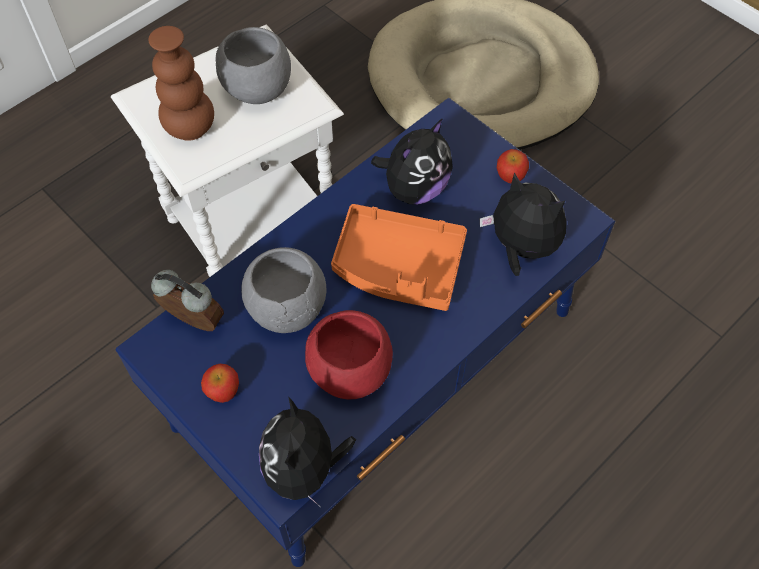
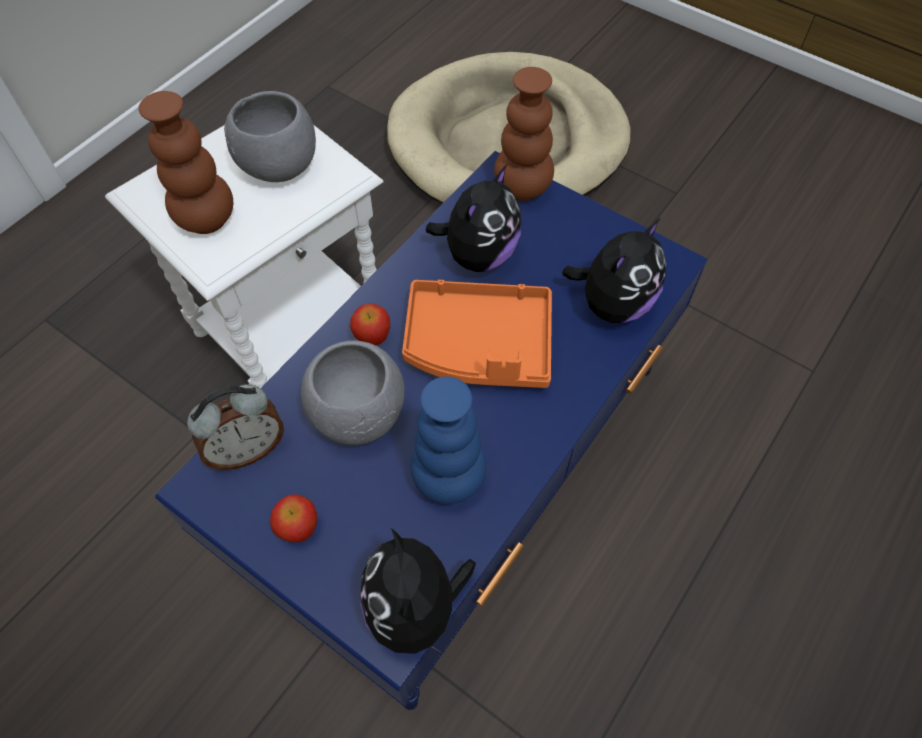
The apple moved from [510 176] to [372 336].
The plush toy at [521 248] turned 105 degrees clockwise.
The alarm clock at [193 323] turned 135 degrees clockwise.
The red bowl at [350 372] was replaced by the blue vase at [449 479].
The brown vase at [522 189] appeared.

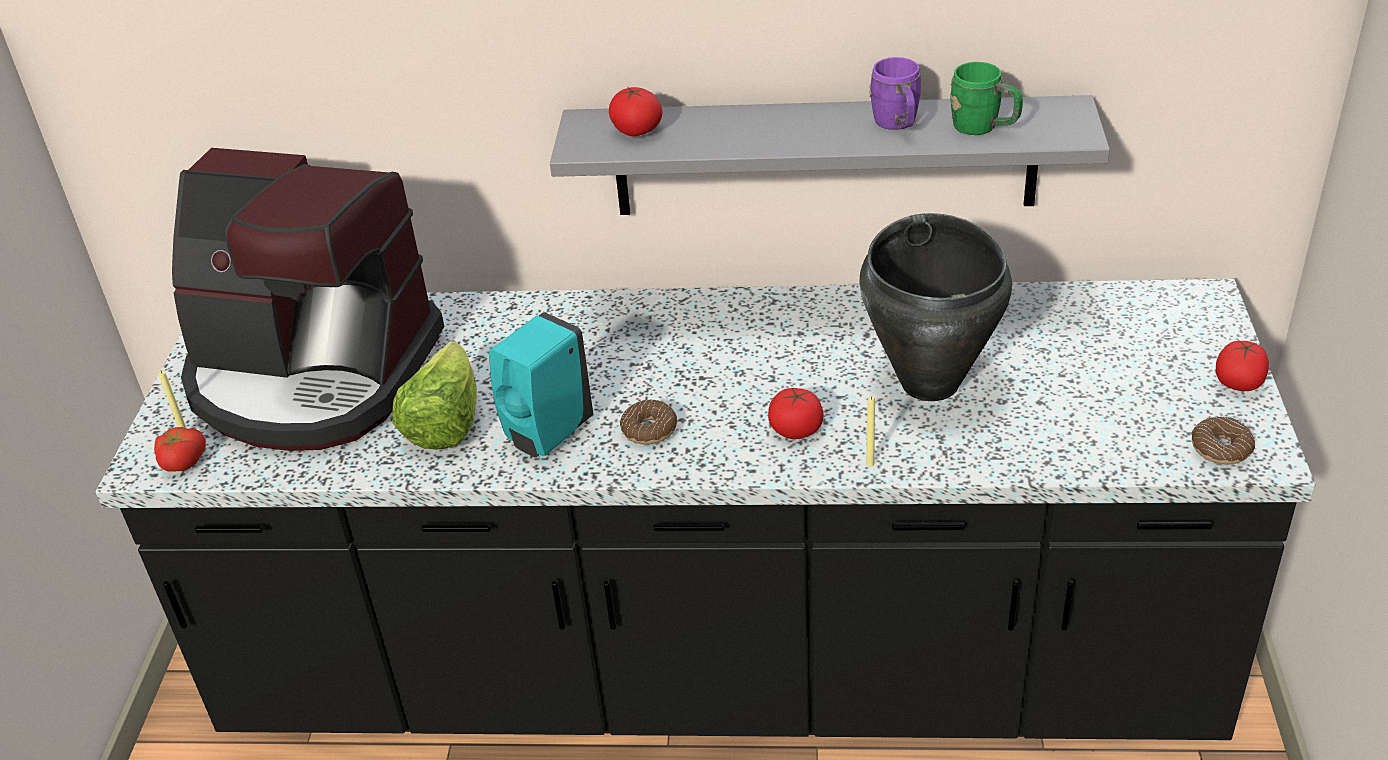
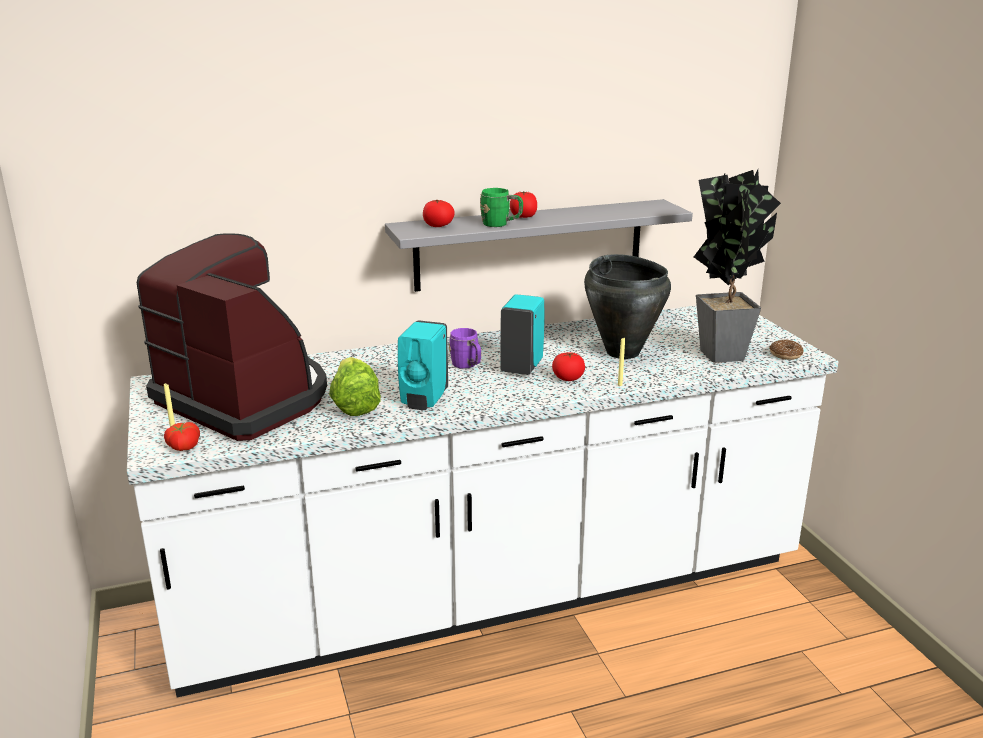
The purple mug moved from [898 125] to [467 366].
The green mug moved from [983 128] to [501 224].
The coffee machine at [313 376] turned 135 degrees counterclockwise.
The black counter at [717 672] became the white counter at [491 592].
The tomato moved from [1238 383] to [523 217].
The donut at [649 429] disappeared.
The potted plant at [723 351] appeared.
The turquoise soap dispenser at [522 367] appeared.

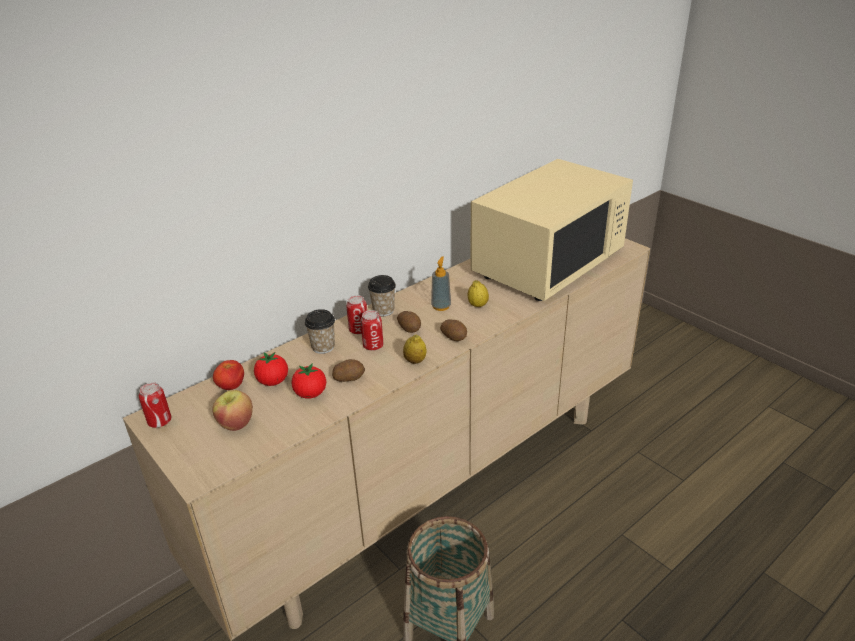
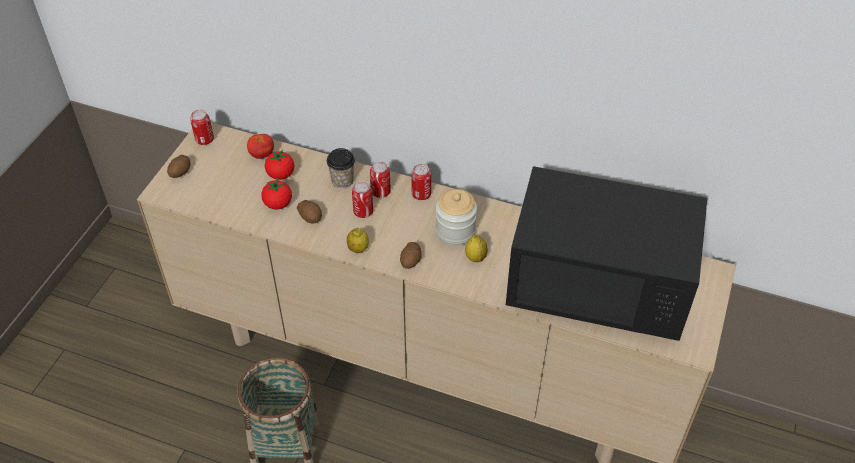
The beige microwave at [547 264] became the black microwave at [598 285].
The soap dispenser at [441 306] was replaced by the jar at [455 231].
The cup at [383 310] was replaced by the can at [421 194].
The potato moved from [410 328] to [181 172].
The apple at [236 424] disappeared.

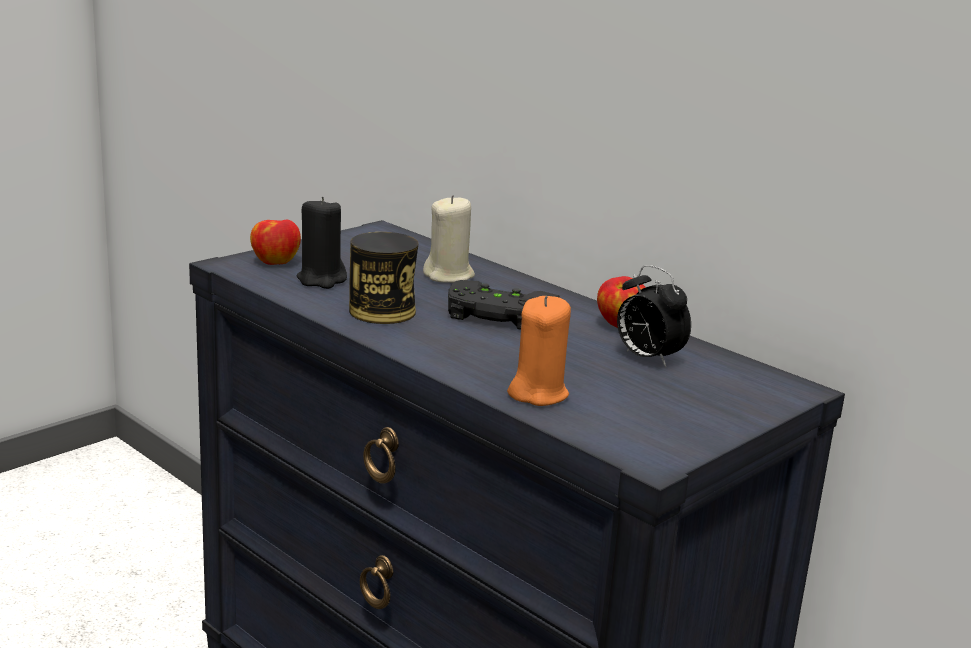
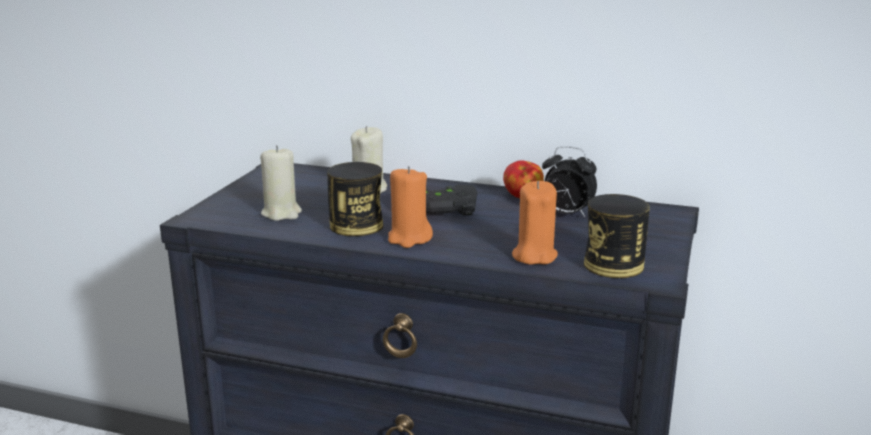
The black candle at [321 279] became the beige candle at [281 213].
The apple at [275 262] disappeared.
The orange candle at [409 238] appeared.
The can at [613 265] appeared.

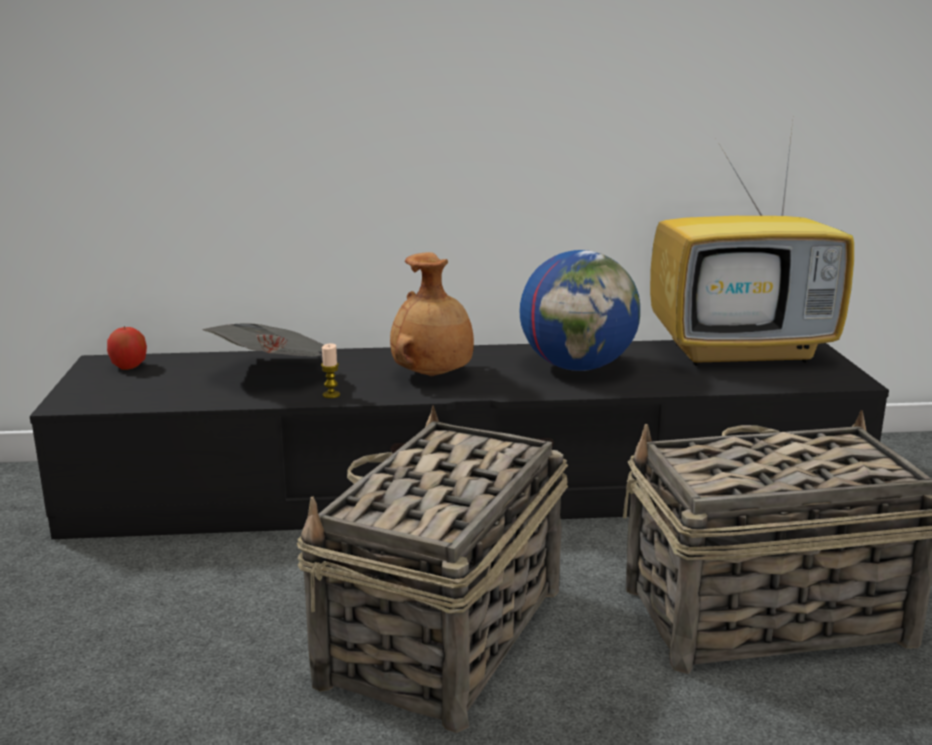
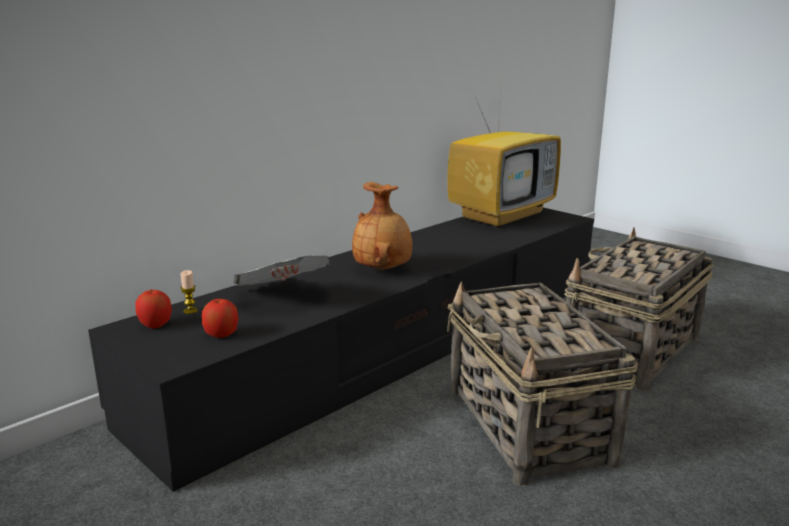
The globe at [578 367] disappeared.
The candle moved from [331 395] to [190 311].
The apple at [221 335] appeared.

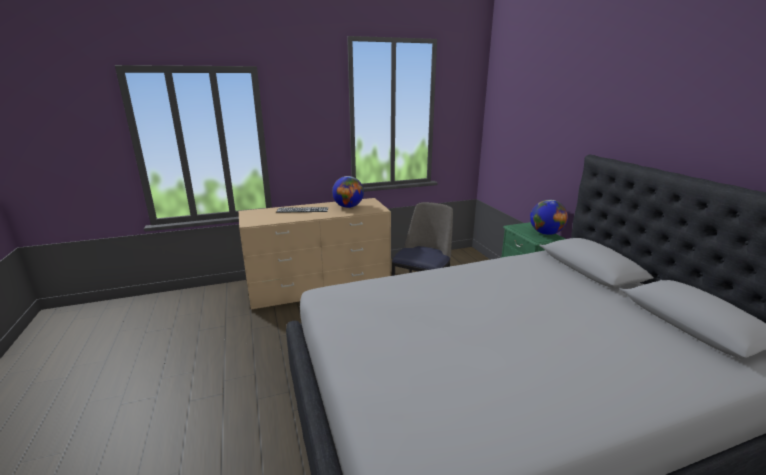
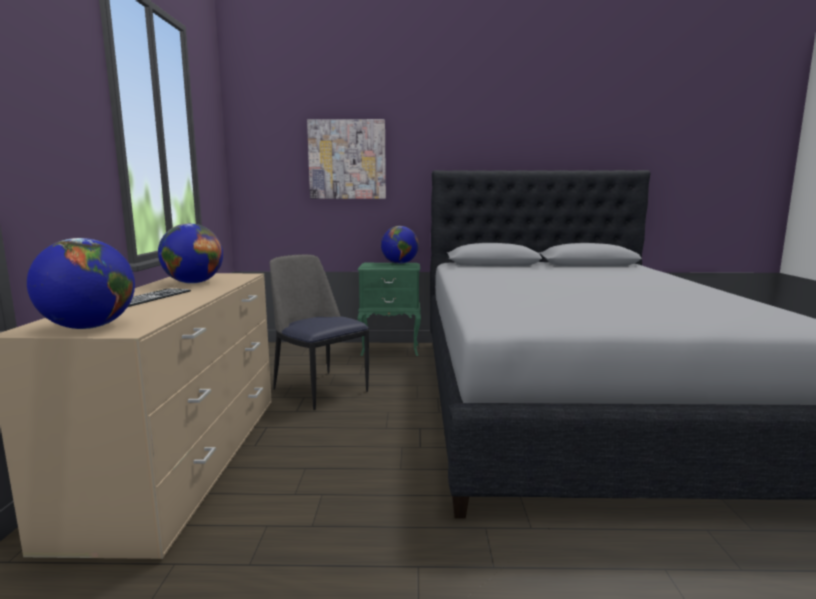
The picture at [347 159] appeared.
The globe at [89 327] appeared.

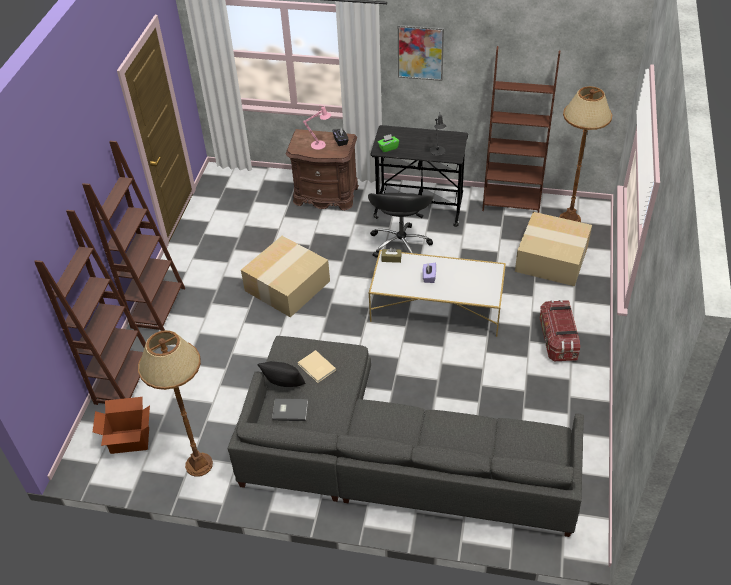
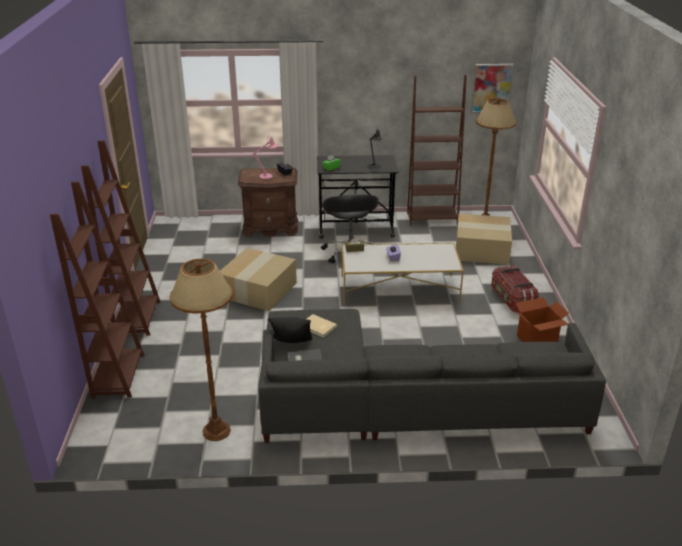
The picture moved from [420 52] to [492 88].
The cardboard box moved from [130 441] to [537 339].

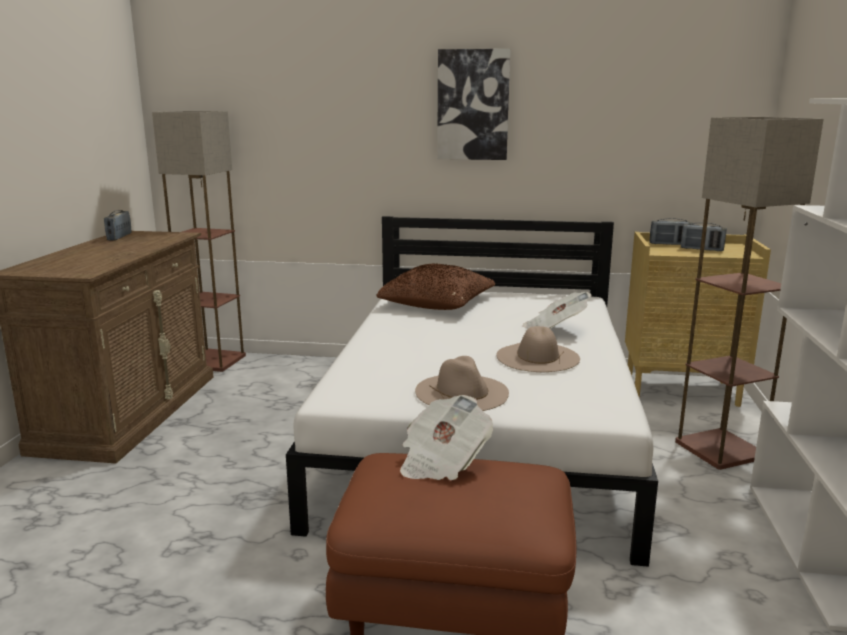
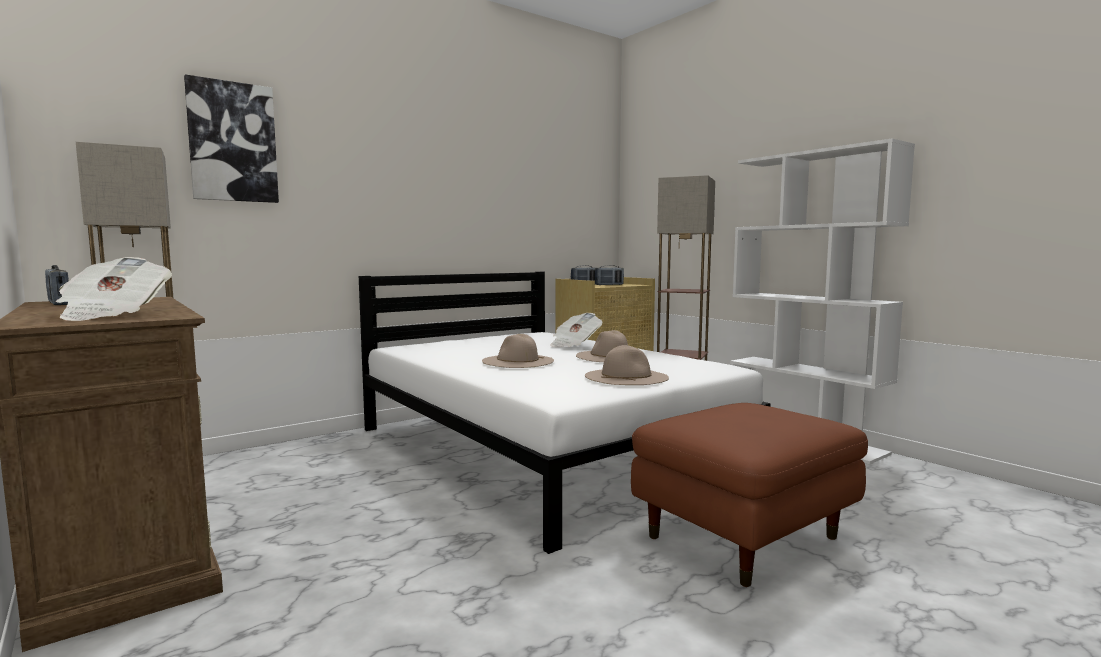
The picture moved from [473 105] to [232 142].
The brown pillow at [437 303] disappeared.
The newspaper moved from [442 461] to [113 315].
The beige hat at [517 361] appeared.

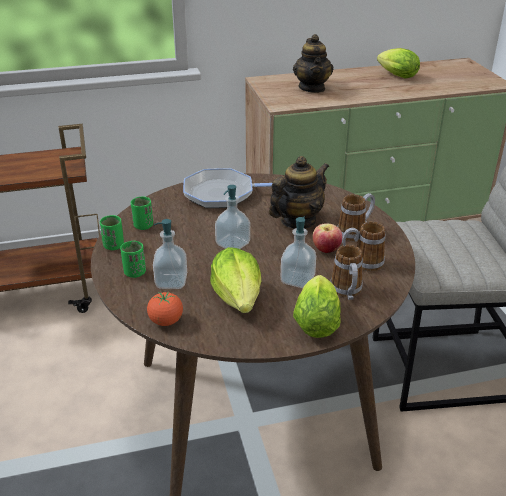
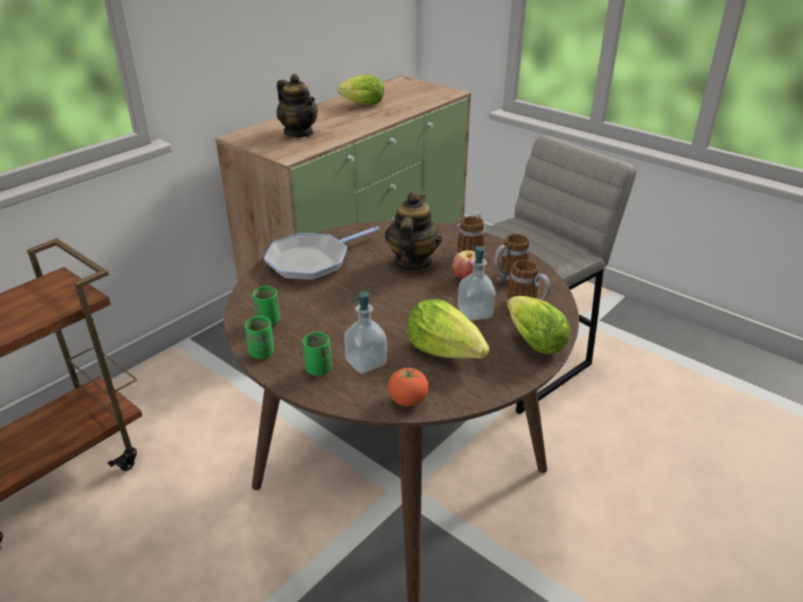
The soap dispenser at [233 244] disappeared.

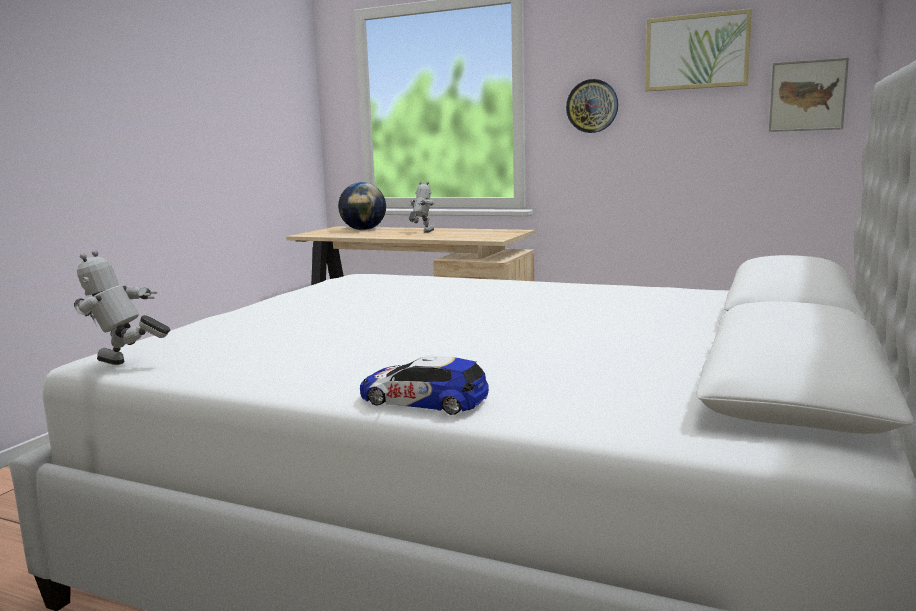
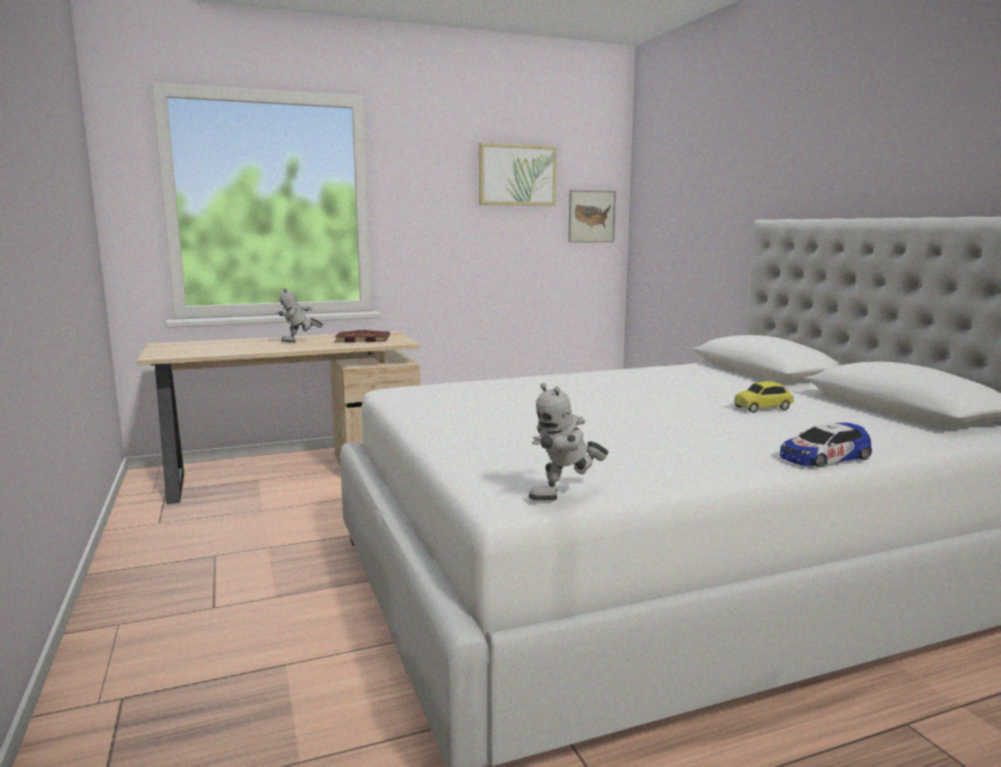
The wall clock at [592 106] disappeared.
The globe at [363 230] disappeared.
The toy robot at [421 233] turned 90 degrees counterclockwise.
The book at [361 339] appeared.
The toy car at [763 408] appeared.

